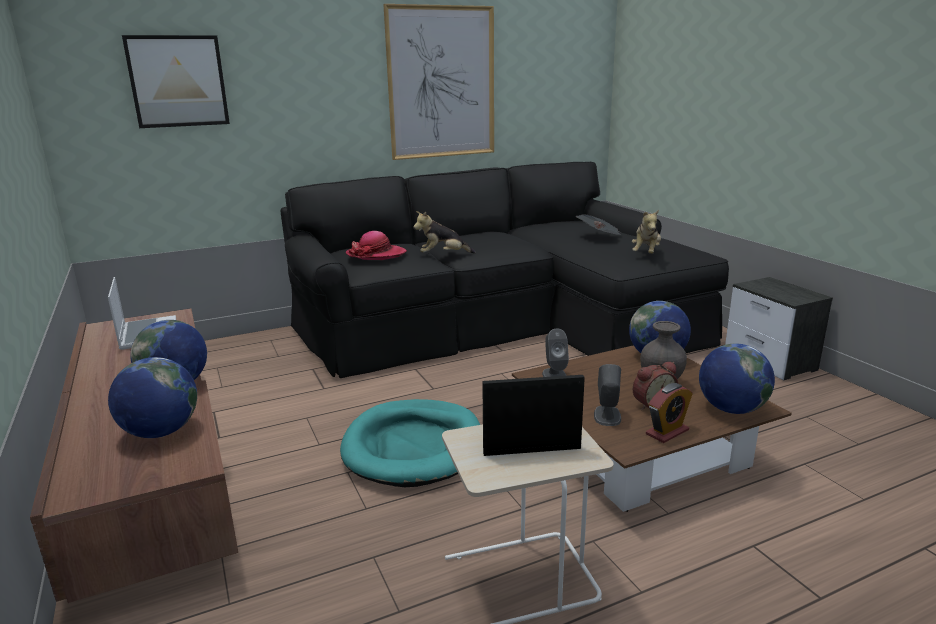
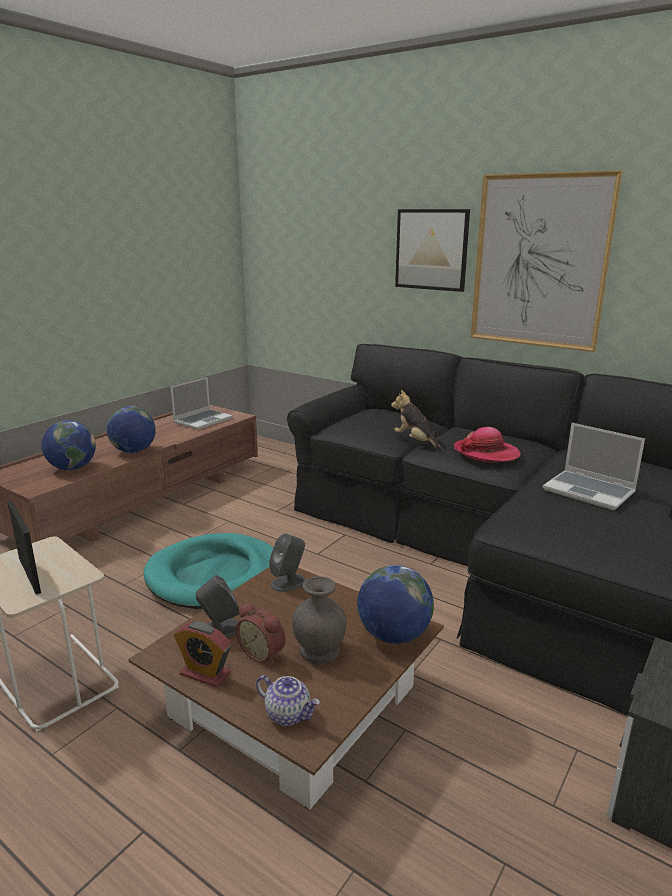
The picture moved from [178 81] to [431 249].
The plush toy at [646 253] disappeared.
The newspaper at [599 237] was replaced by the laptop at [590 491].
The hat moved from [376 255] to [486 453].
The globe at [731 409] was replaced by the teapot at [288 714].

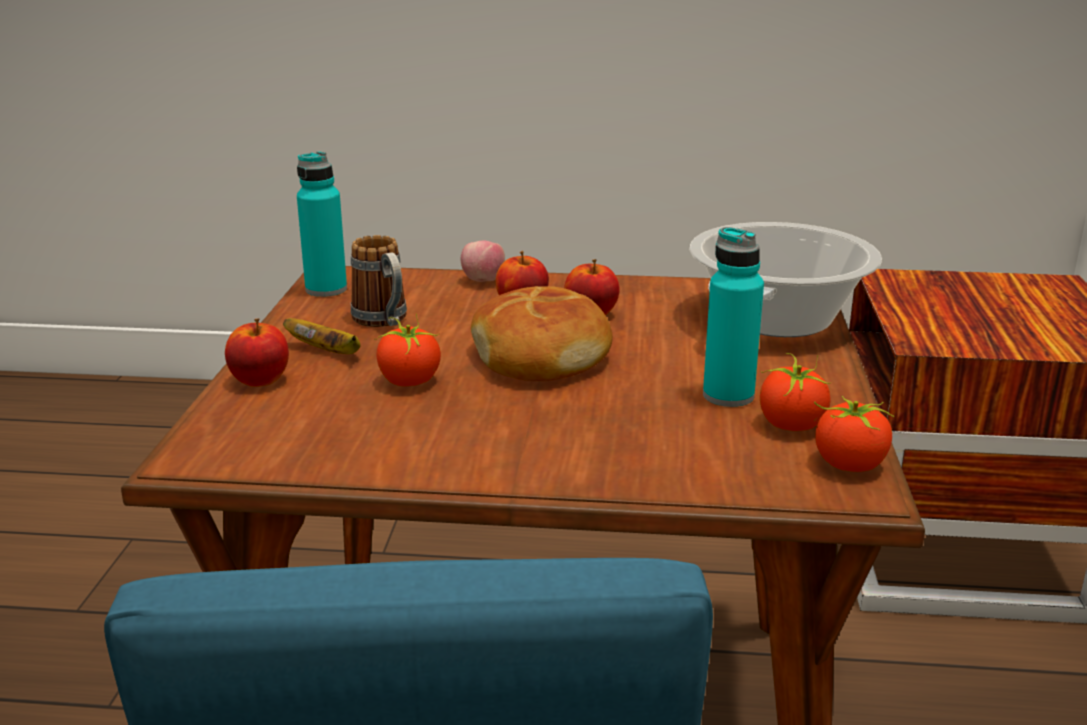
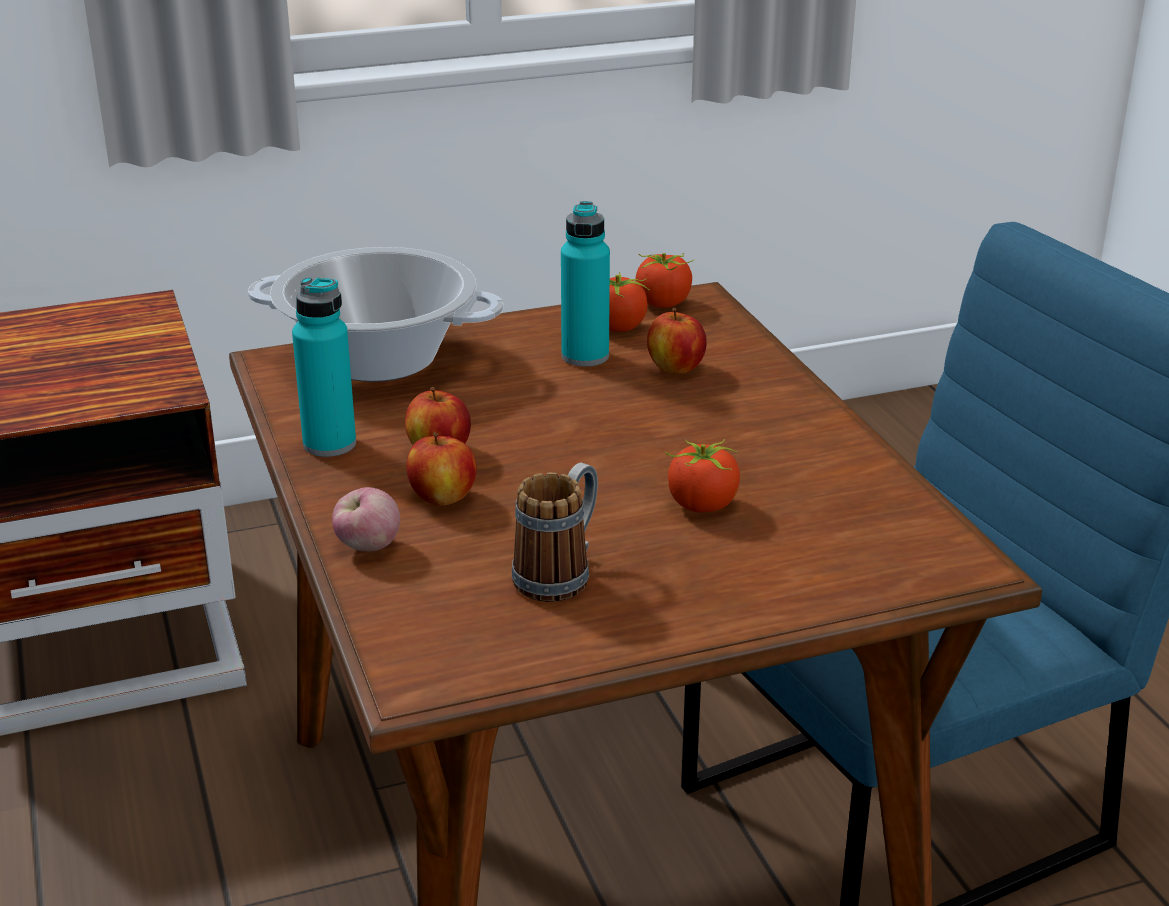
The turquoise bottle moved from [326 289] to [329 444].
The bread at [542 356] disappeared.
The apple moved from [260 381] to [676 368].
The banana at [328 352] disappeared.

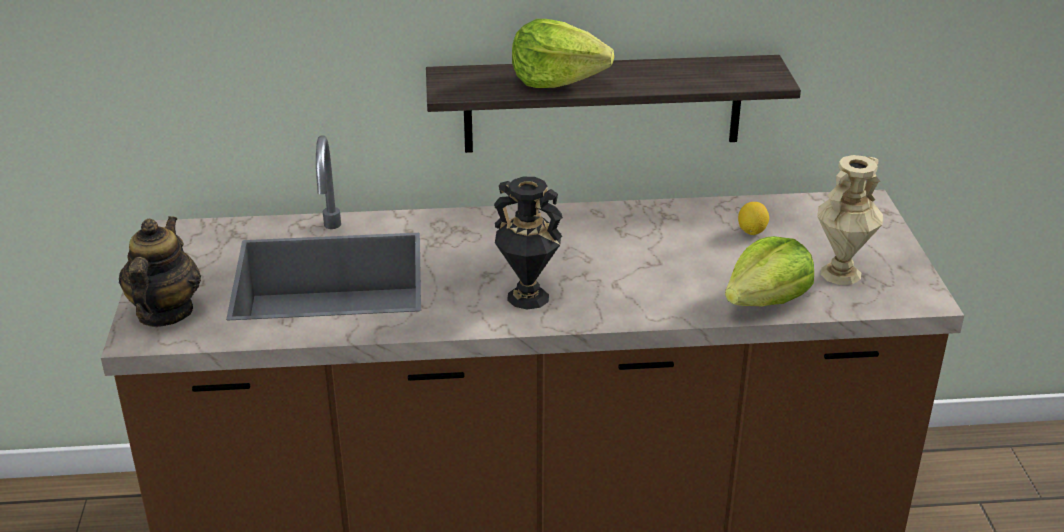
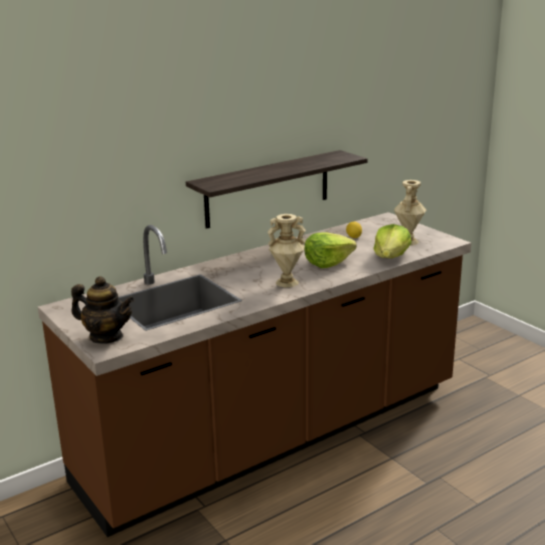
The lettuce moved from [556 80] to [327 263].
The black vase at [527 297] became the beige vase at [287 283].
The teapot at [165 313] turned 135 degrees clockwise.

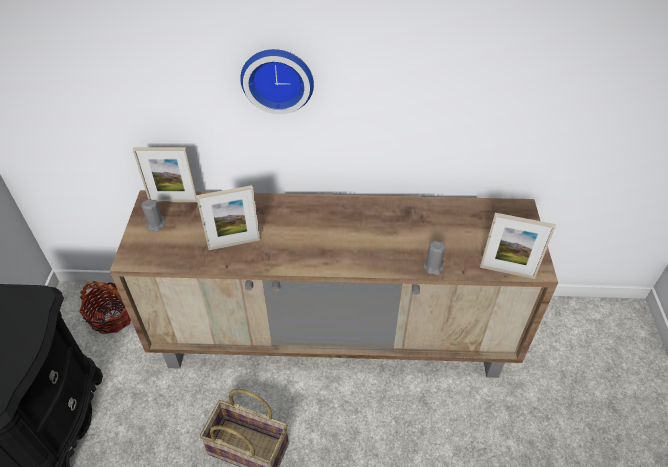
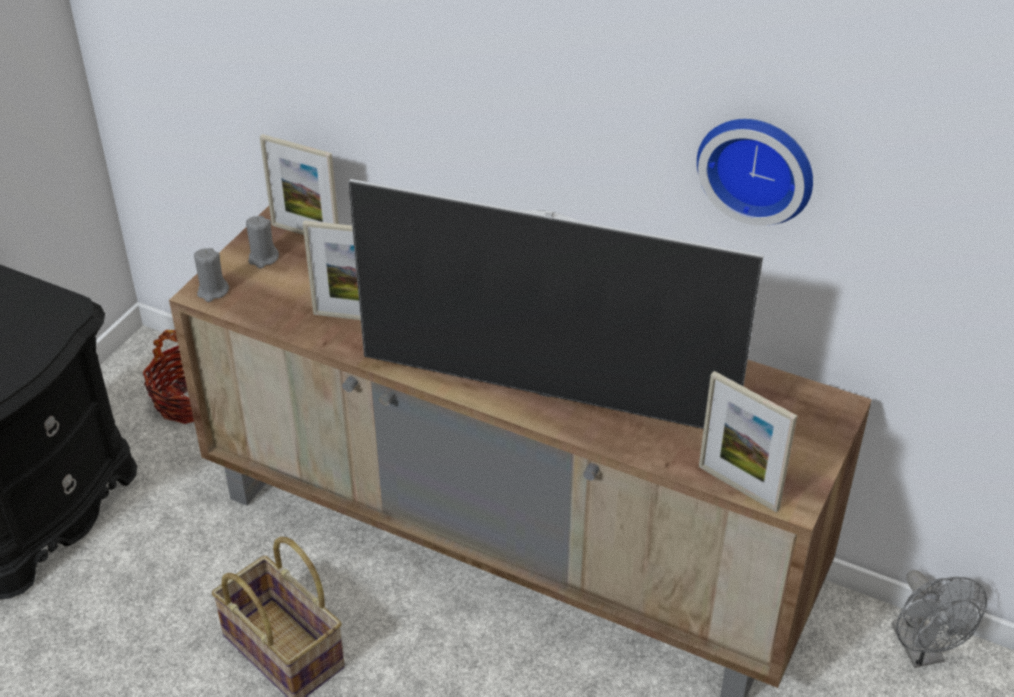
The wall clock moved from [277 78] to [758 167].
The grey candle moved from [433 267] to [212 291].
The television at [545 393] appeared.
The grey fan at [922 651] appeared.

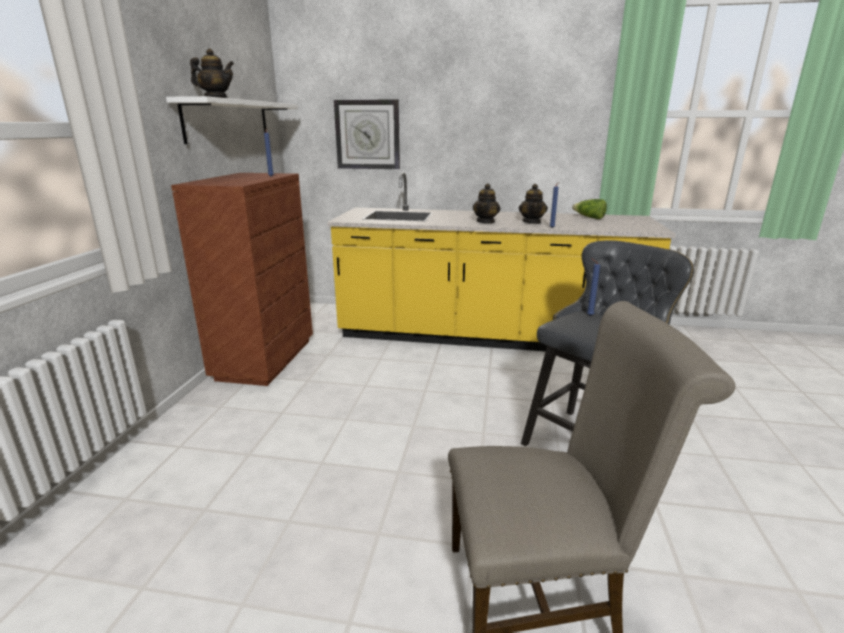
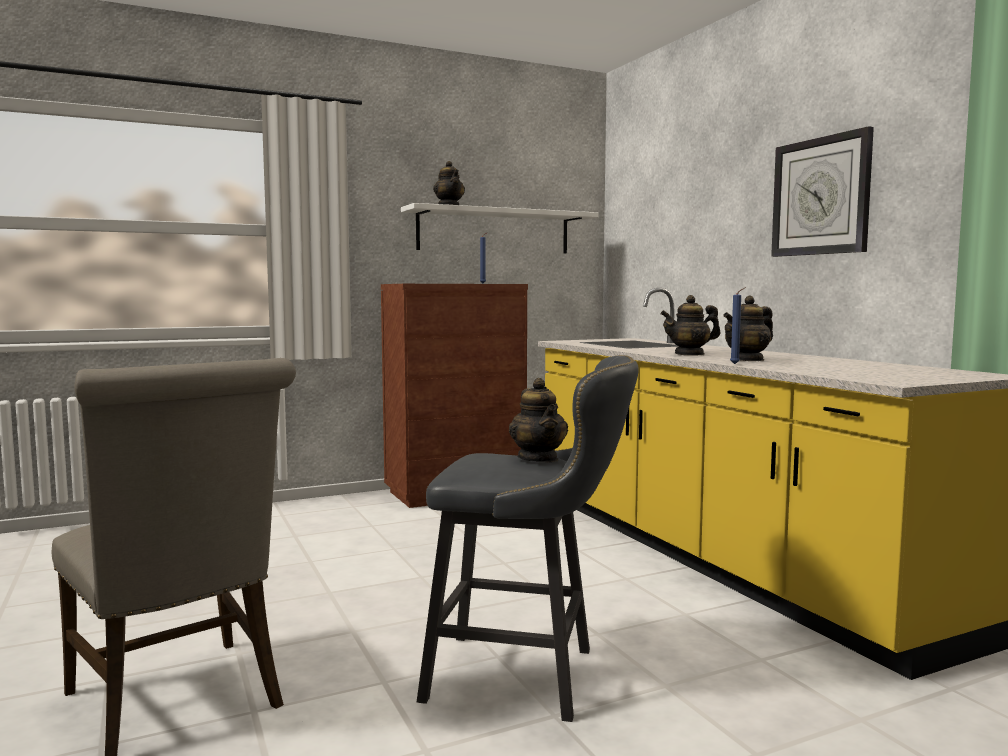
The wall clock moved from [367 135] to [821 196].
The lettuce at [589 218] disappeared.
The blue candle at [588 315] was replaced by the teapot at [538 459].

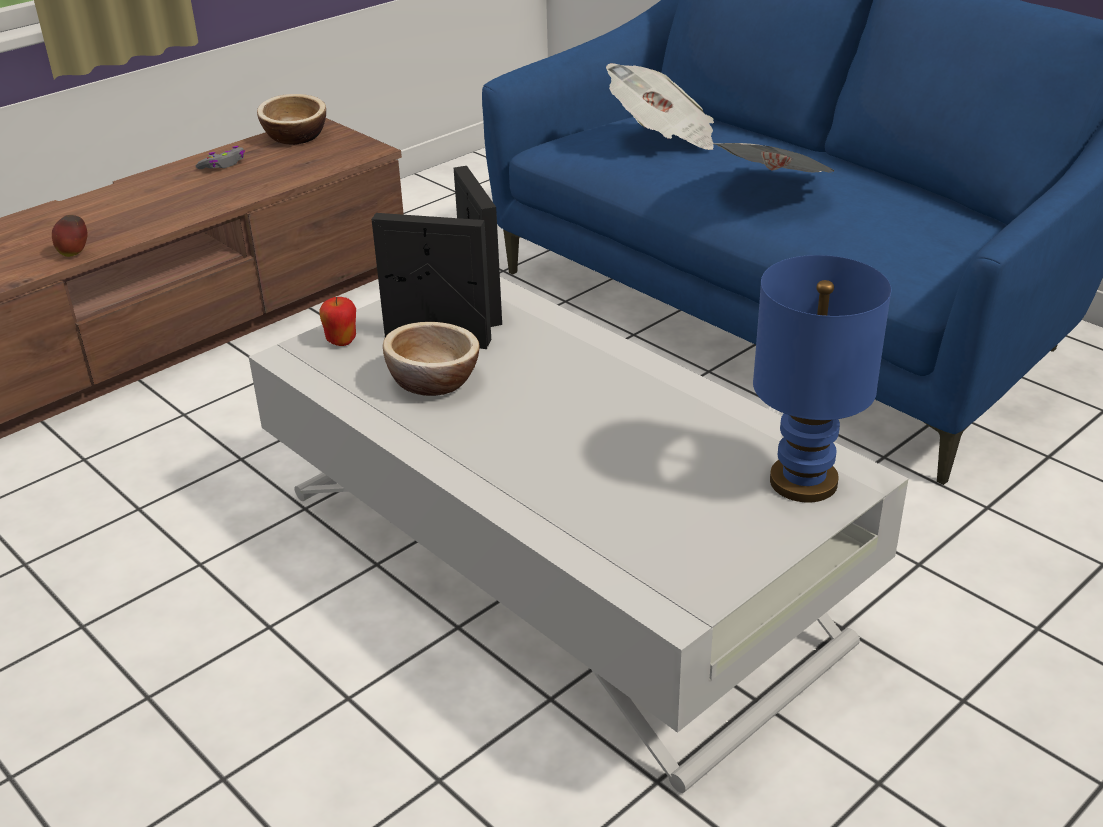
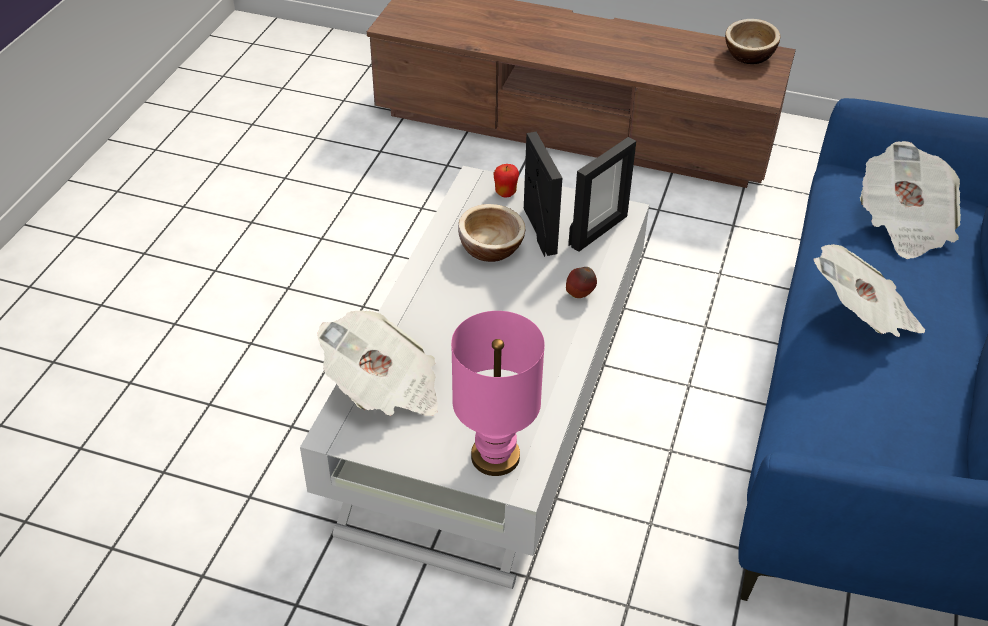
The grey game controller at [223 165] disappeared.
The apple moved from [74 253] to [580 295].
The blue table lamp at [803 480] became the pink table lamp at [496 456].
The newspaper at [384 388] appeared.

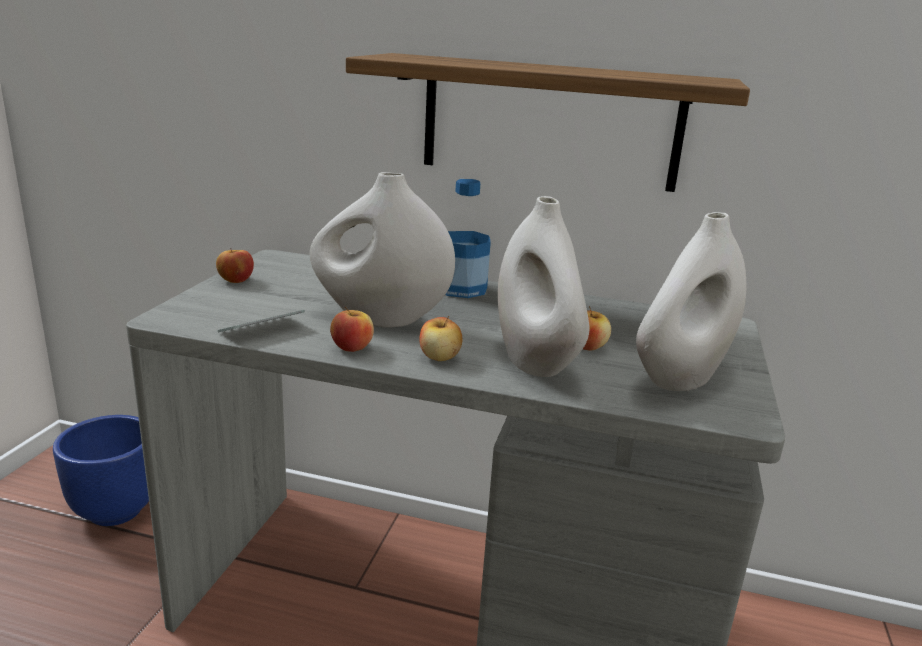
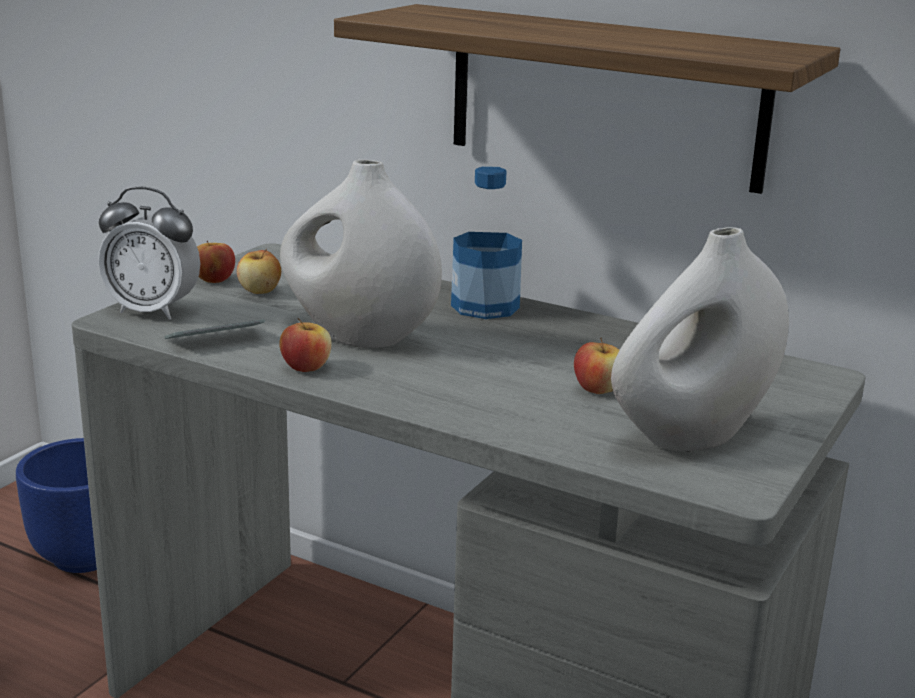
The white vase at [535 362] disappeared.
The apple moved from [440 357] to [260 291].
The alarm clock at [153 311] appeared.

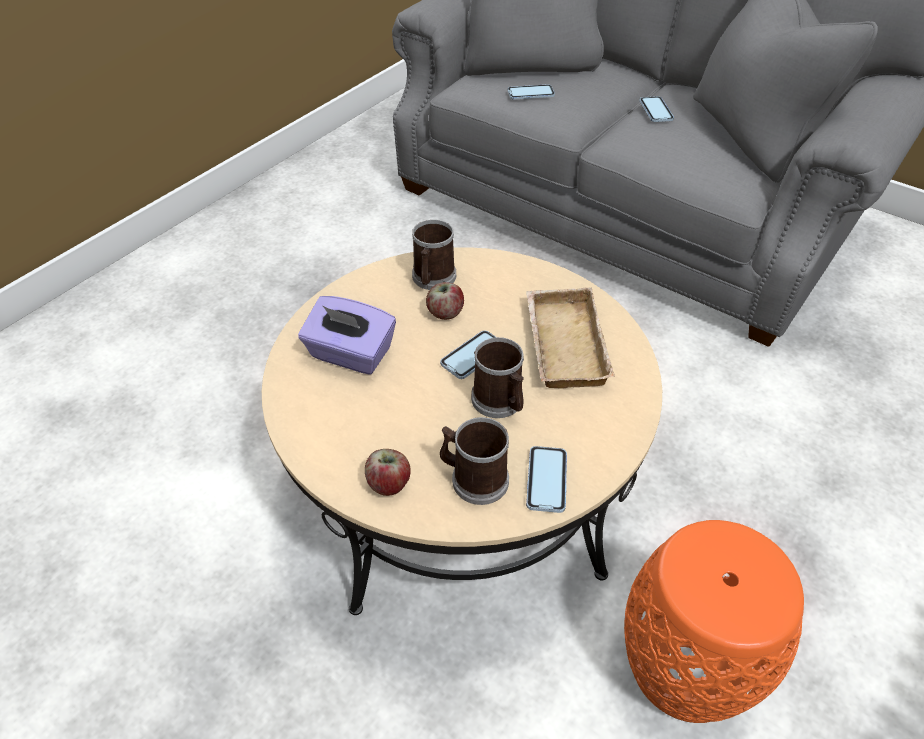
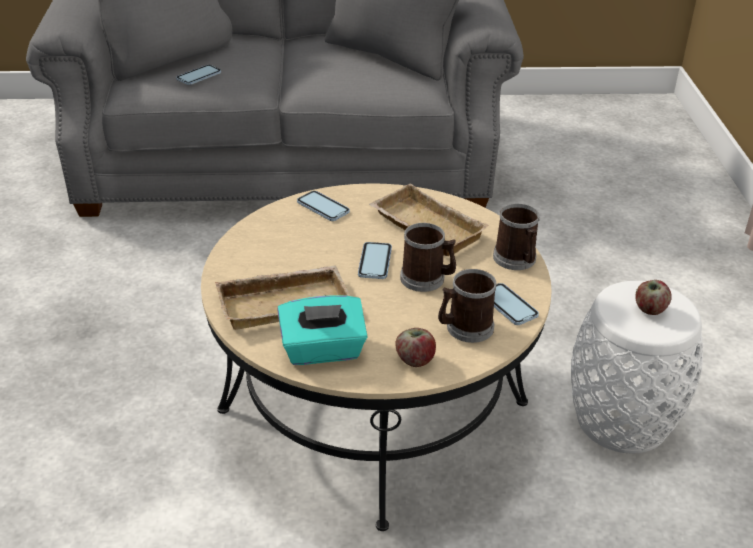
The phone moved from [656 111] to [323 207].
The mug moved from [432 279] to [517 260].
The apple moved from [445 313] to [649 309].
The purple tissue box at [350 354] was replaced by the beige tray at [284 302].
The orange stool at [686 666] became the white stool at [622 421].
The turquoise tissue box at [323 351] appeared.

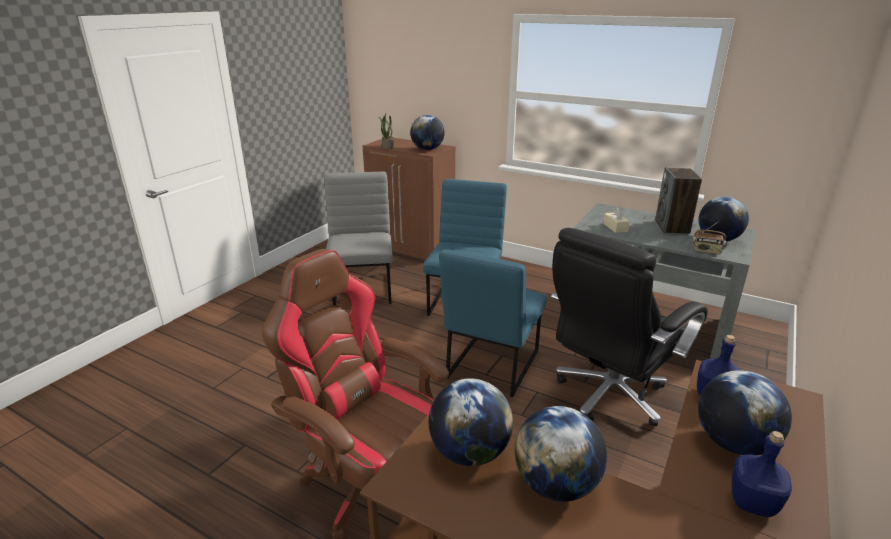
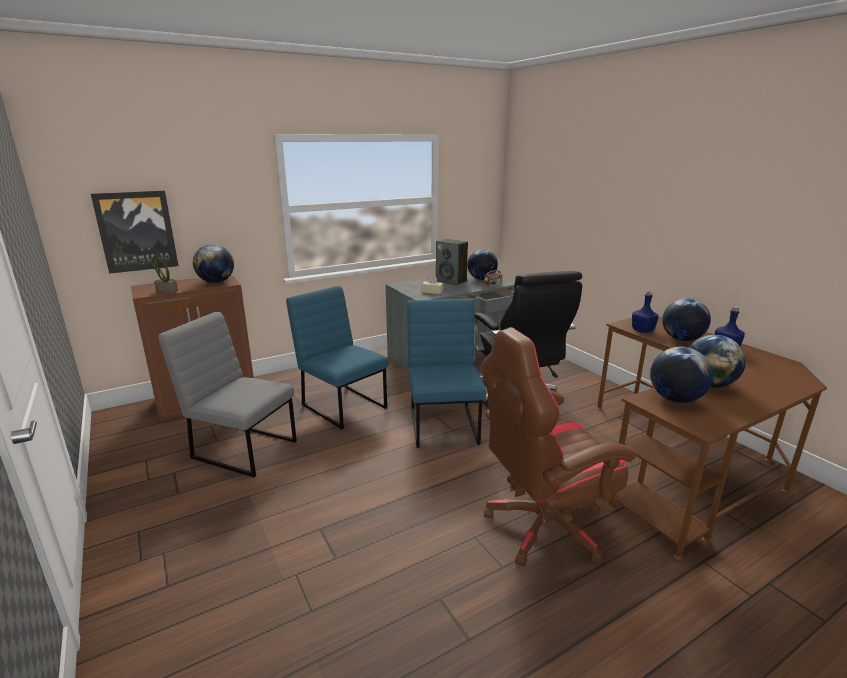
The blue chair at [491 365] turned 150 degrees counterclockwise.
The picture at [136 231] appeared.

